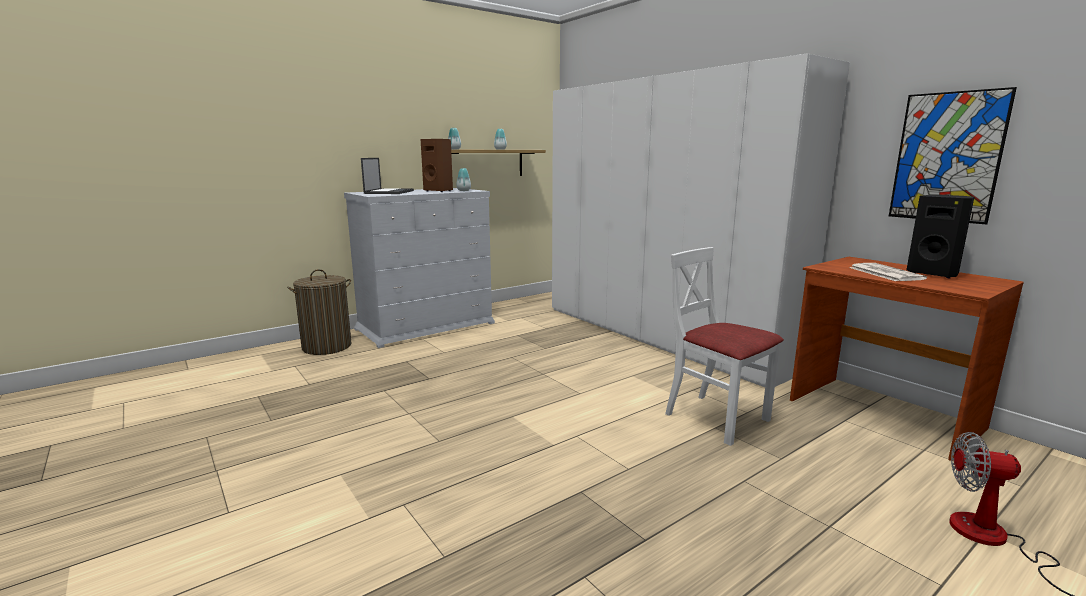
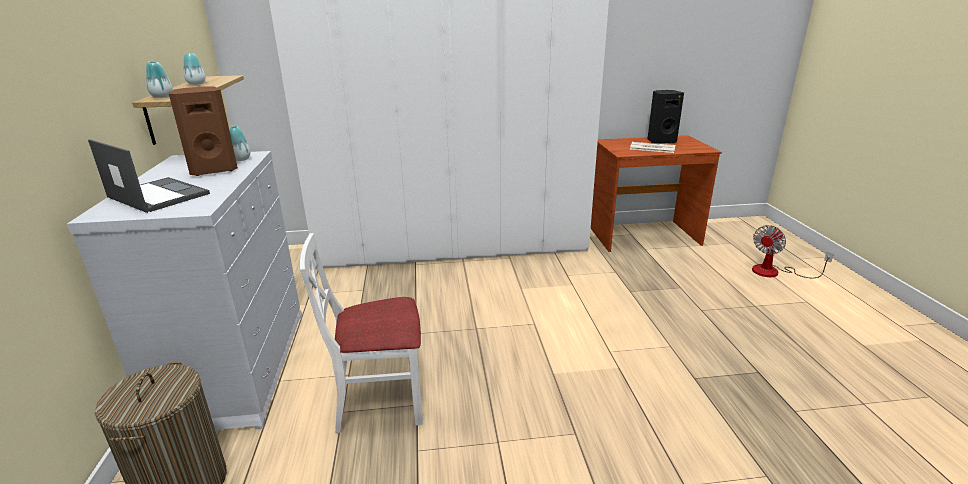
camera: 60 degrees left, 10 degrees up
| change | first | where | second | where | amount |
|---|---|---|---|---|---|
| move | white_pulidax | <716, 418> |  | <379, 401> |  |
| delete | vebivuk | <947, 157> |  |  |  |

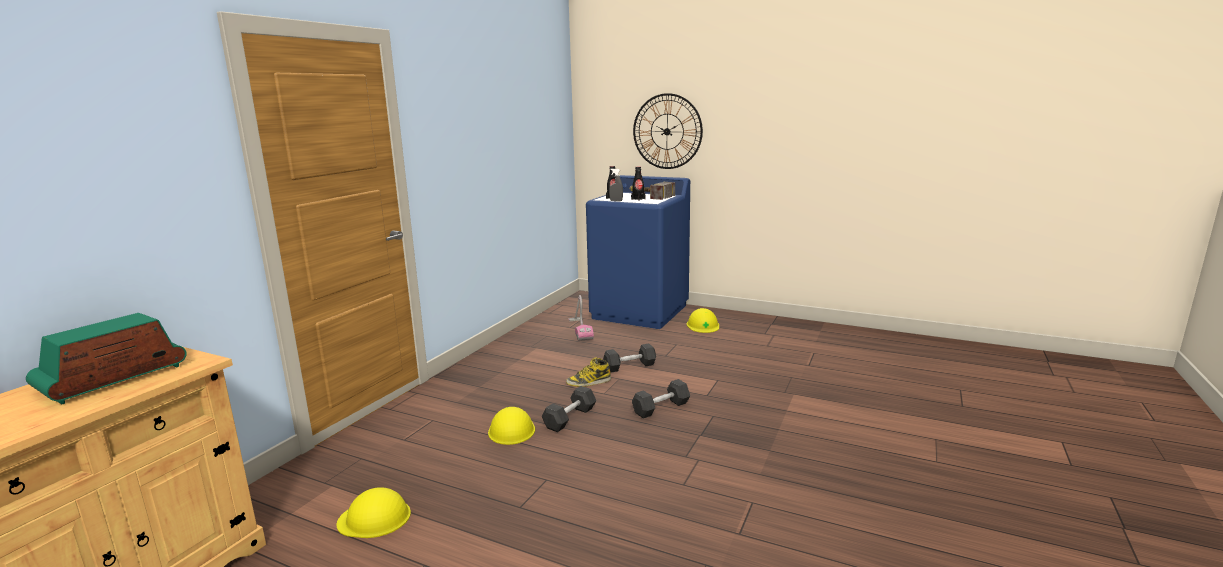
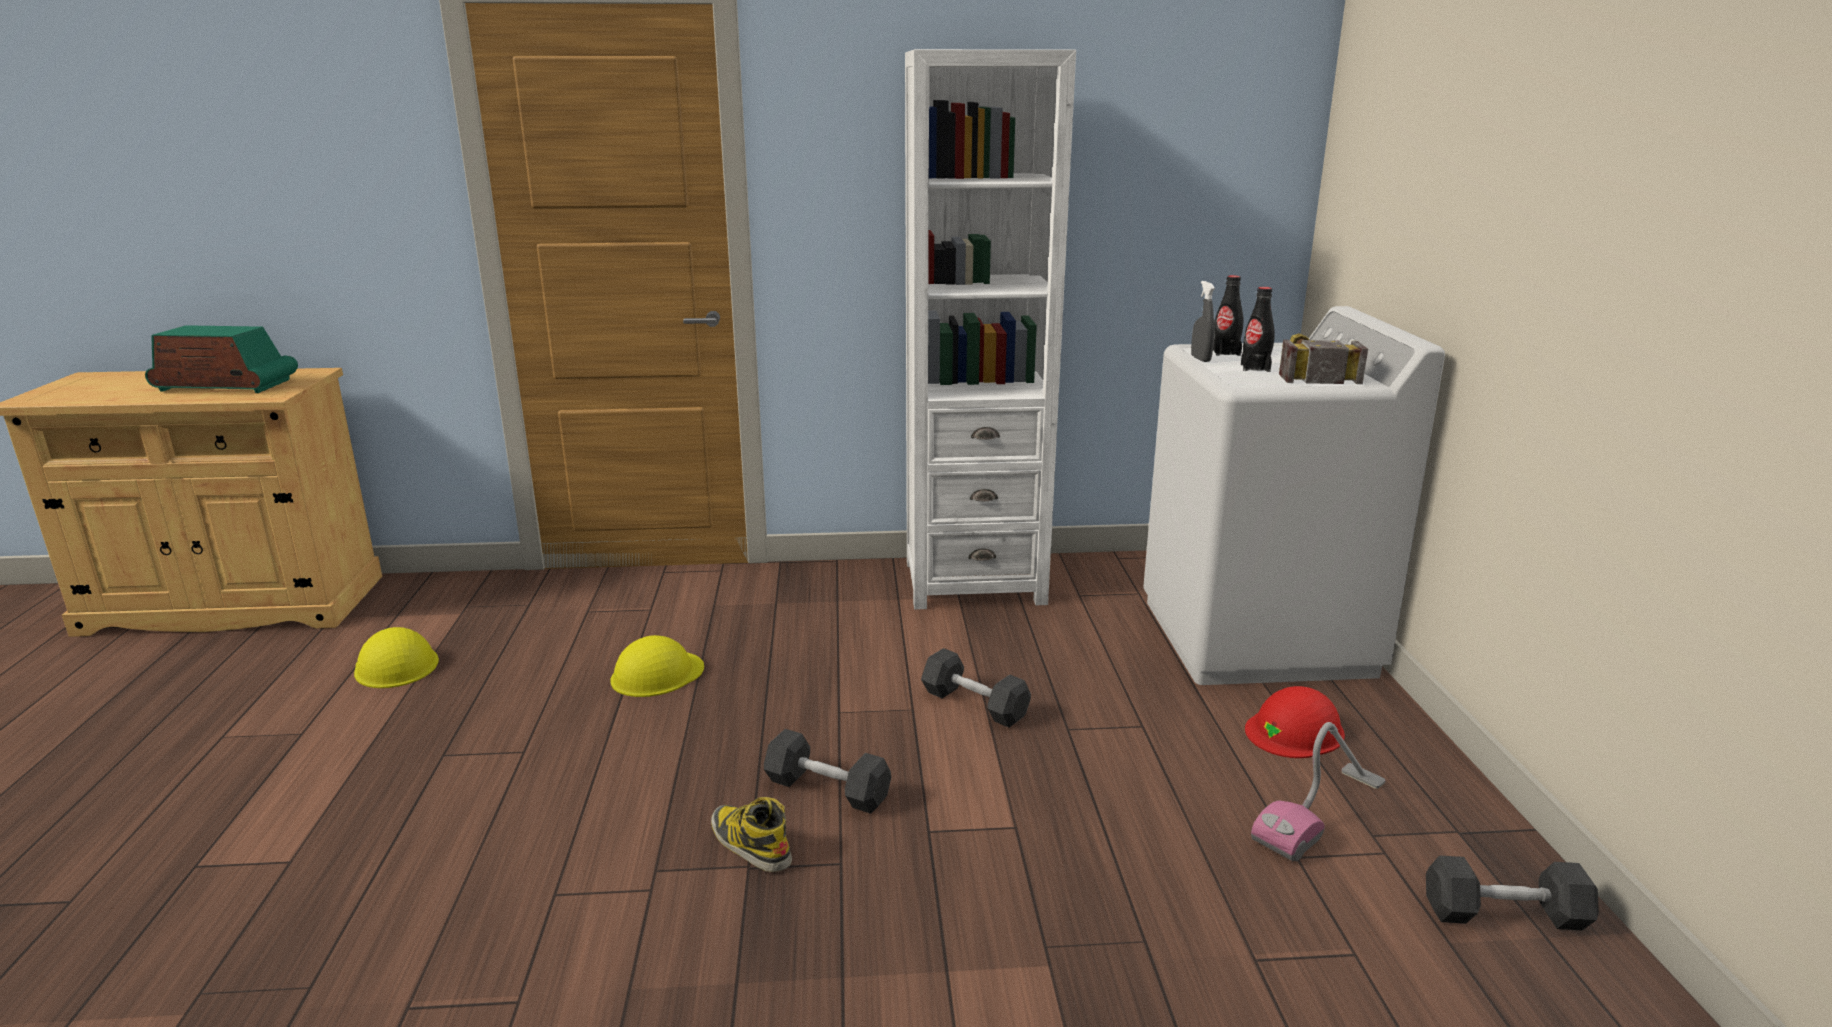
camera: 60 degrees right, 5 degrees up
| change | first | where | second | where | amount |
|---|---|---|---|---|---|
| move | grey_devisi | <570, 418> |  | <1504, 914> |  |
| move | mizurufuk | <588, 382> |  | <749, 844> |  |
| move | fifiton | <580, 329> |  | <1320, 813> |  |
| recolor | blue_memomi | <640, 312> | white_memomi | <1257, 637> |  |
| delete | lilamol | <667, 131> |  |  |  |
| recolor | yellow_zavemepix | <703, 325> | red_zavemepix | <1295, 731> |  |
| insert |  |  | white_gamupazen | <974, 582> |  |

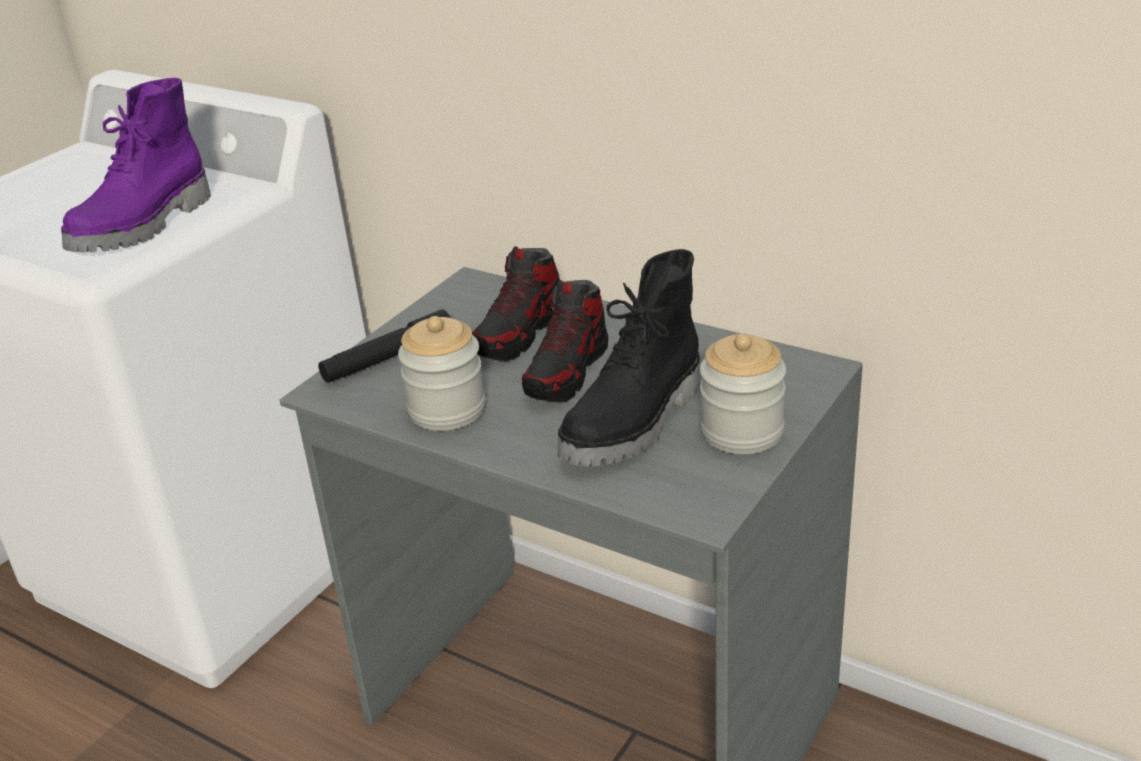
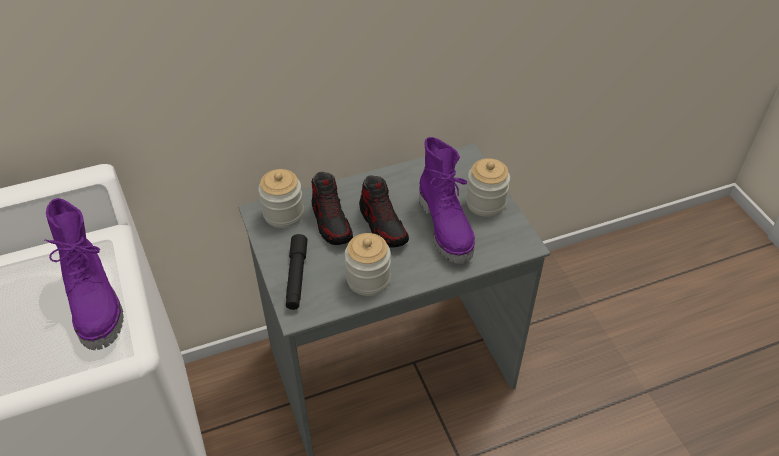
camera: 55 degrees left, 15 degrees up
| change | first | where | second | where | amount |
|---|---|---|---|---|---|
| recolor | black_mizurufuk | <636, 423> | purple_mizurufuk | <446, 227> |  |
| insert |  |  | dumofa | <283, 214> |  |

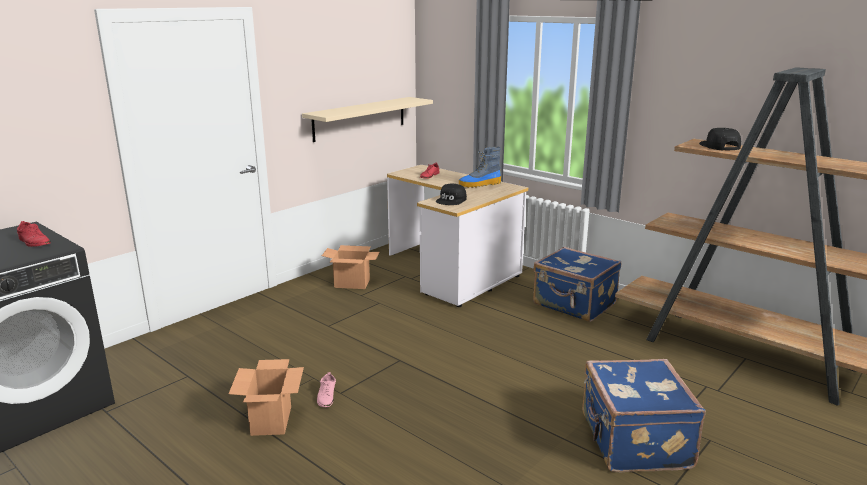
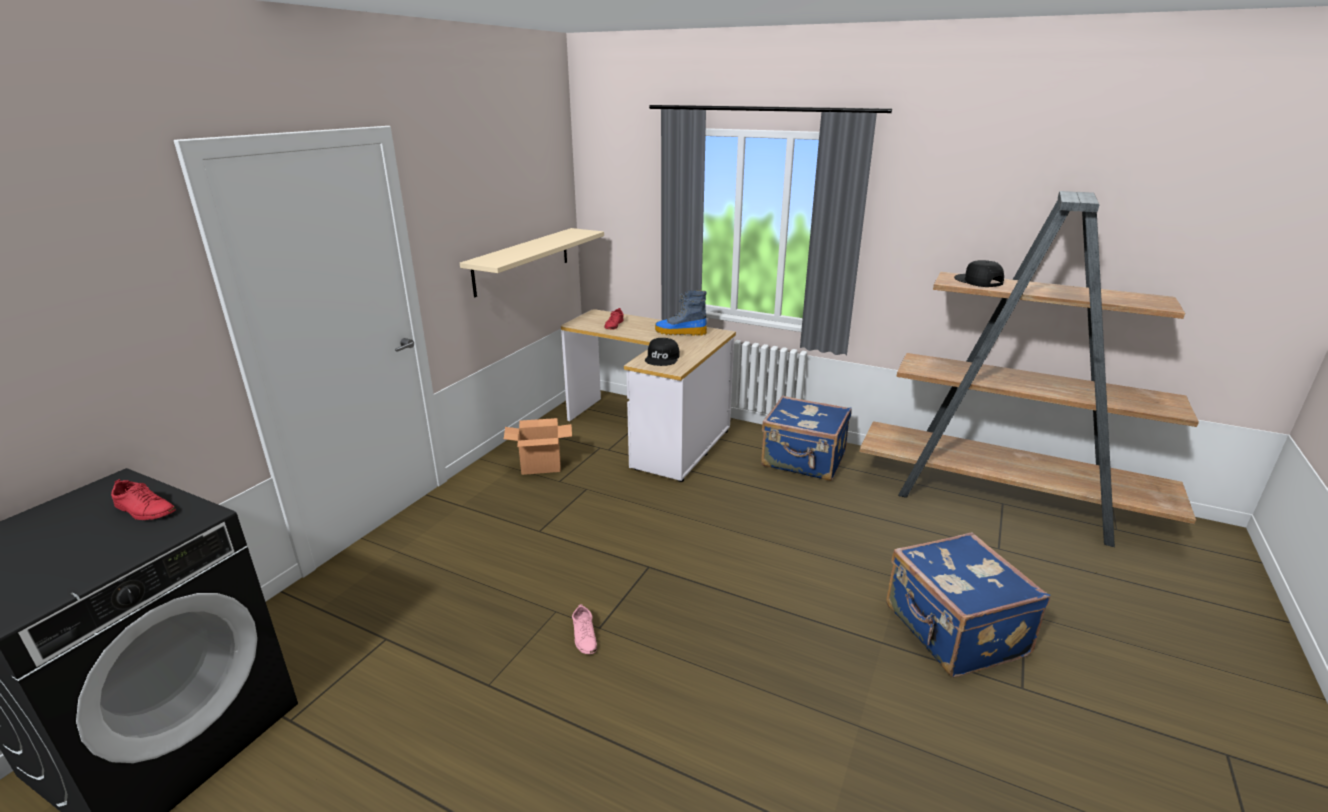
camera: 15 degrees left, 5 degrees up
| change | first | where | second | where | amount |
|---|---|---|---|---|---|
| delete | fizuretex | <271, 420> |  |  |  |
| rotate | mizurufuk | <479, 184> |  | <680, 332> | 45 degrees clockwise |

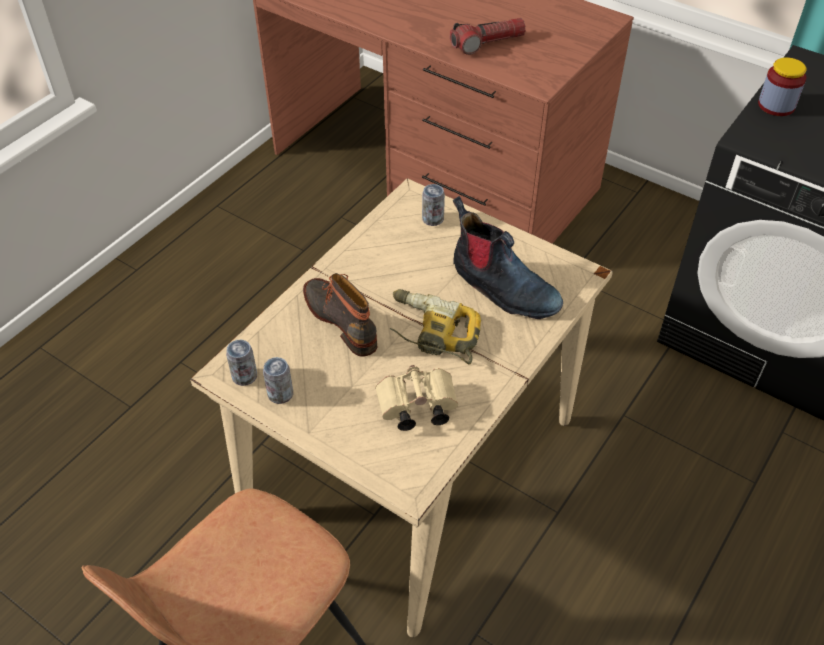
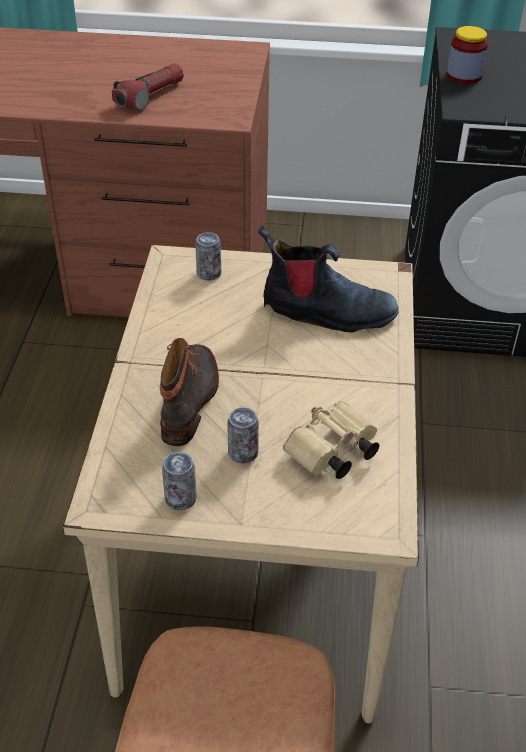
camera: 30 degrees left, 5 degrees down
| change | first | where | second | where | amount |
|---|---|---|---|---|---|
| move | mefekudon | <244, 376> |  | <243, 453> |  |
| rotate | mizurufuk | <342, 320> |  | <190, 400> | 75 degrees clockwise |
| delete | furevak | <431, 333> |  |  |  |

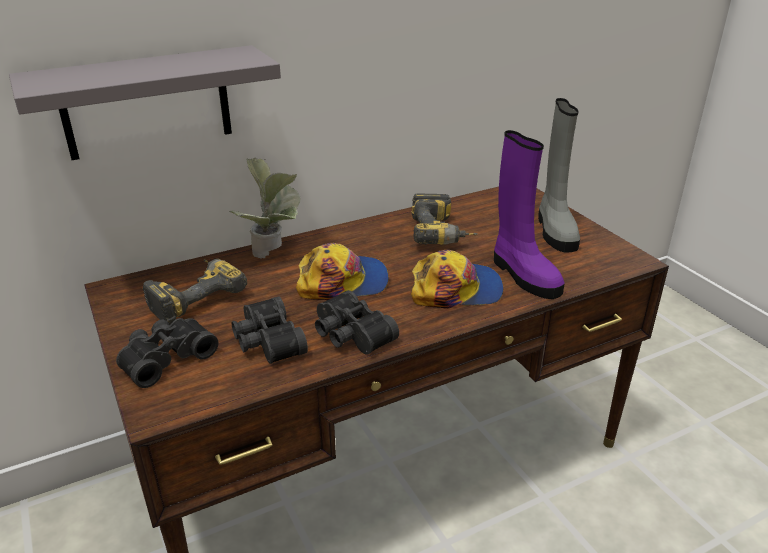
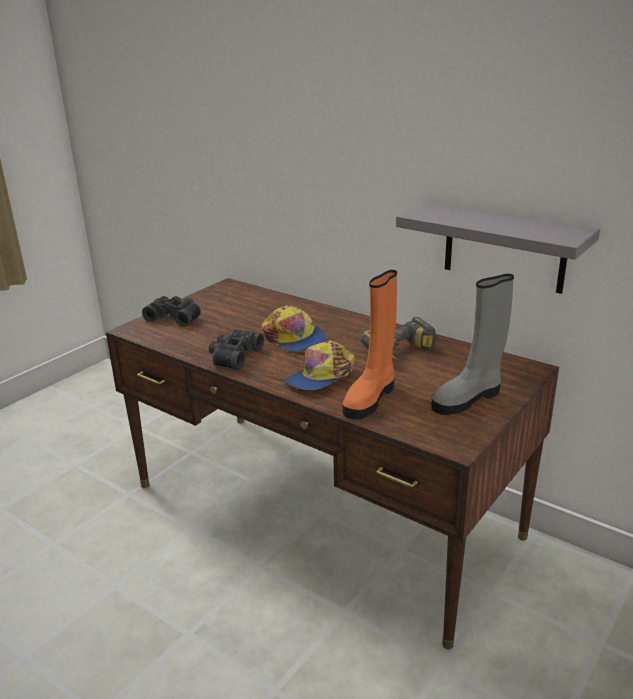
camera: 65 degrees right, 5 degrees down
| change | first | where | second | where | amount |
|---|---|---|---|---|---|
| move | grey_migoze | <147, 103> |  | <504, 247> |  |
| delete | furevak | <194, 297> |  |  |  |
| delete | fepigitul | <274, 254> |  |  |  |
| delete | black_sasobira | <266, 341> |  |  |  |
| rotate | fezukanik | <456, 289> |  | <321, 377> | 75 degrees clockwise |
| recolor | purple_mizurufuk | <523, 275> | orange_mizurufuk | <370, 398> |  |

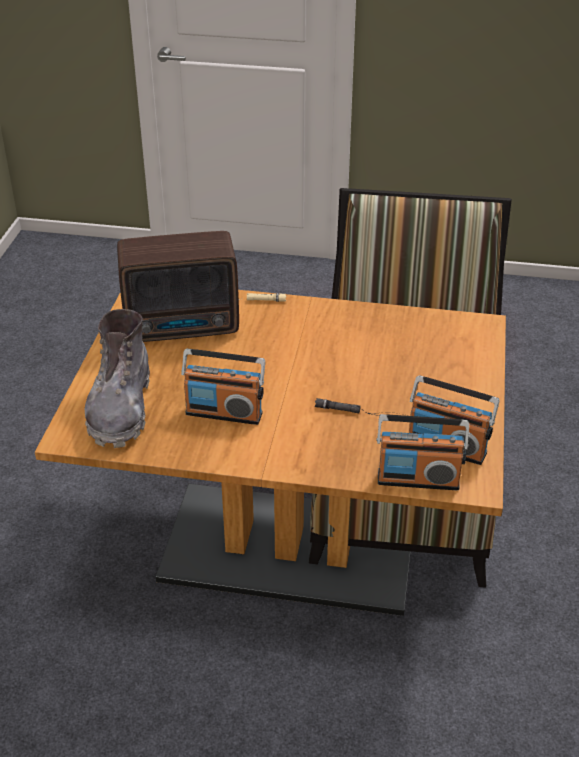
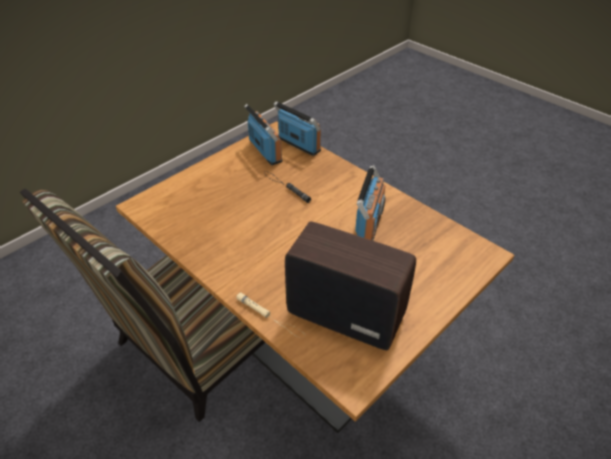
camera: 145 degrees left, 5 degrees up
| change | first | where | second | where | amount |
|---|---|---|---|---|---|
| delete | grey_mizurufuk | <121, 408> |  |  |  |
| rotate | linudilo | <224, 413> |  | <369, 223> | 60 degrees clockwise |

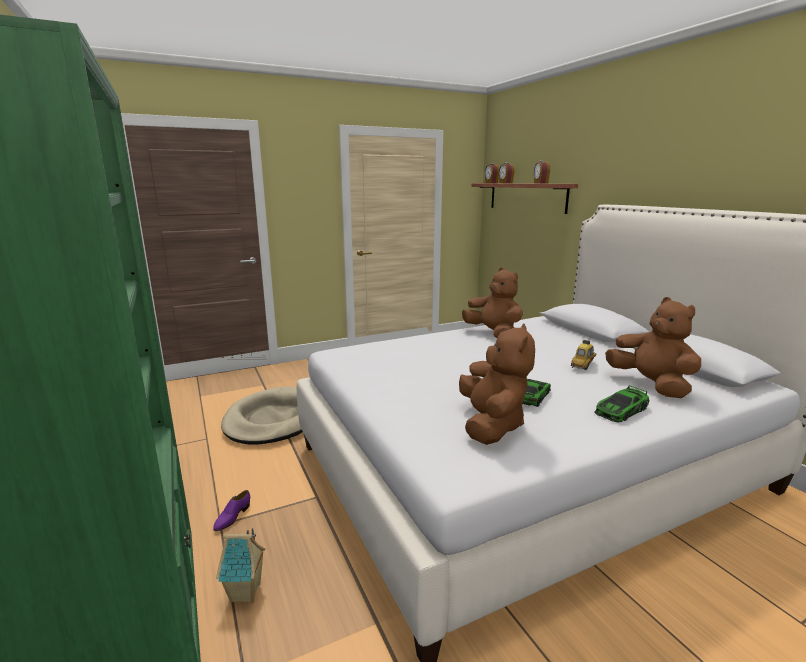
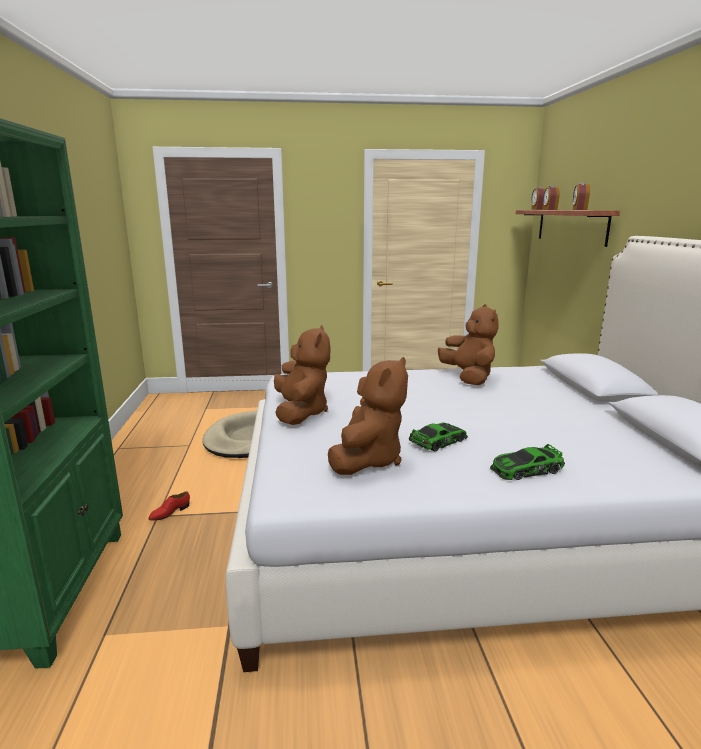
camera: 20 degrees right, 0 degrees up
| change | first | where | second | where | amount |
|---|---|---|---|---|---|
| recolor | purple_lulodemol | <232, 517> | red_lulodemol | <169, 512> |  |
| delete | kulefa | <246, 593> |  |  |  |
| delete | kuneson | <583, 365> |  |  |  |
| move | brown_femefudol | <651, 385> |  | <301, 413> |  |

